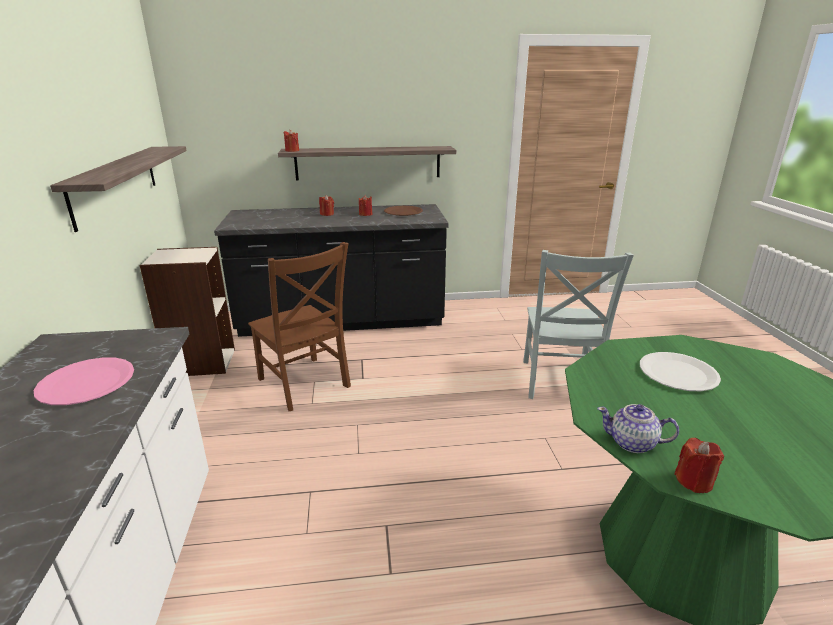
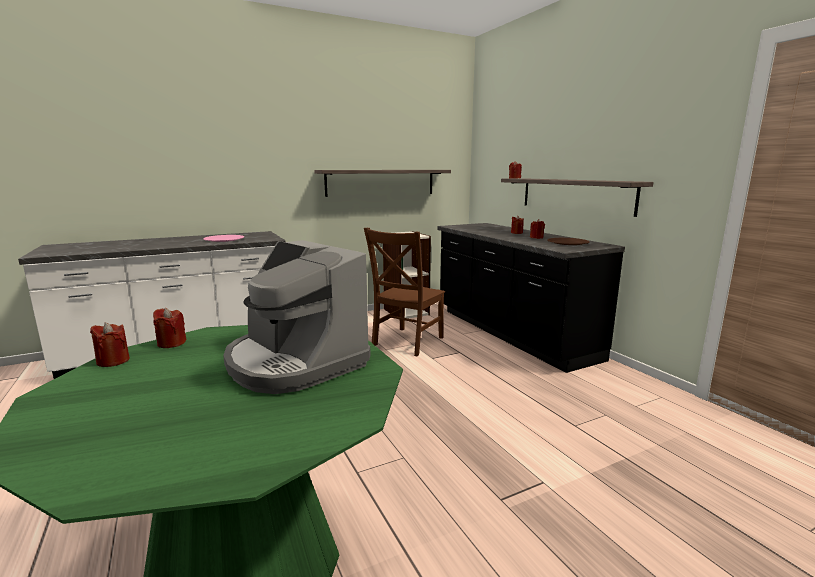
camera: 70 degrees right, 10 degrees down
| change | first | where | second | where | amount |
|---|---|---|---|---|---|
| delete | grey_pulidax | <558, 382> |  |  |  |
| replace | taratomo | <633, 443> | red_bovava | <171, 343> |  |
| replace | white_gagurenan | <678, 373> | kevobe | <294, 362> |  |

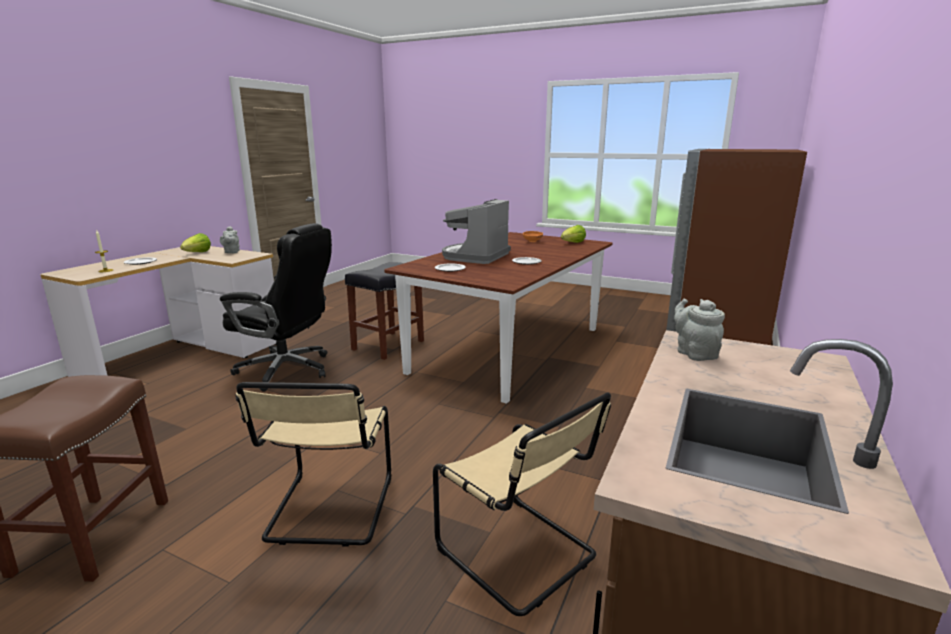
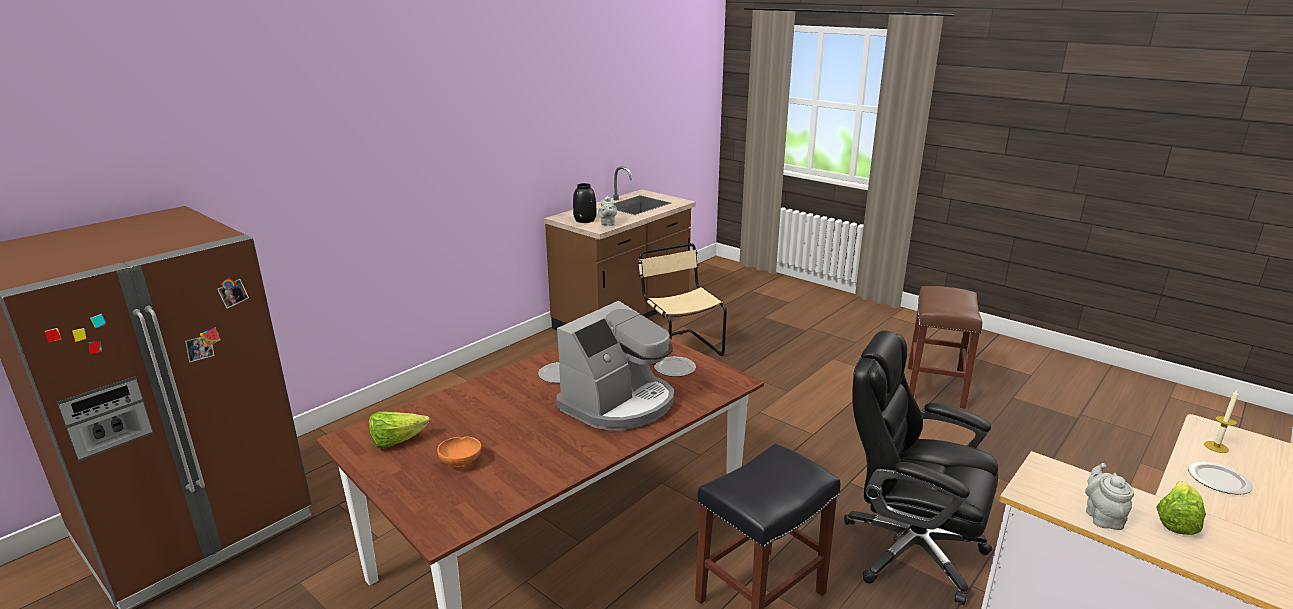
camera: 165 degrees left, 5 degrees up
| change | first | where | second | where | amount |
|---|---|---|---|---|---|
| delete | beige_pulidax | <329, 511> |  |  |  |
| insert |  |  | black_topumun | <585, 220> |  |

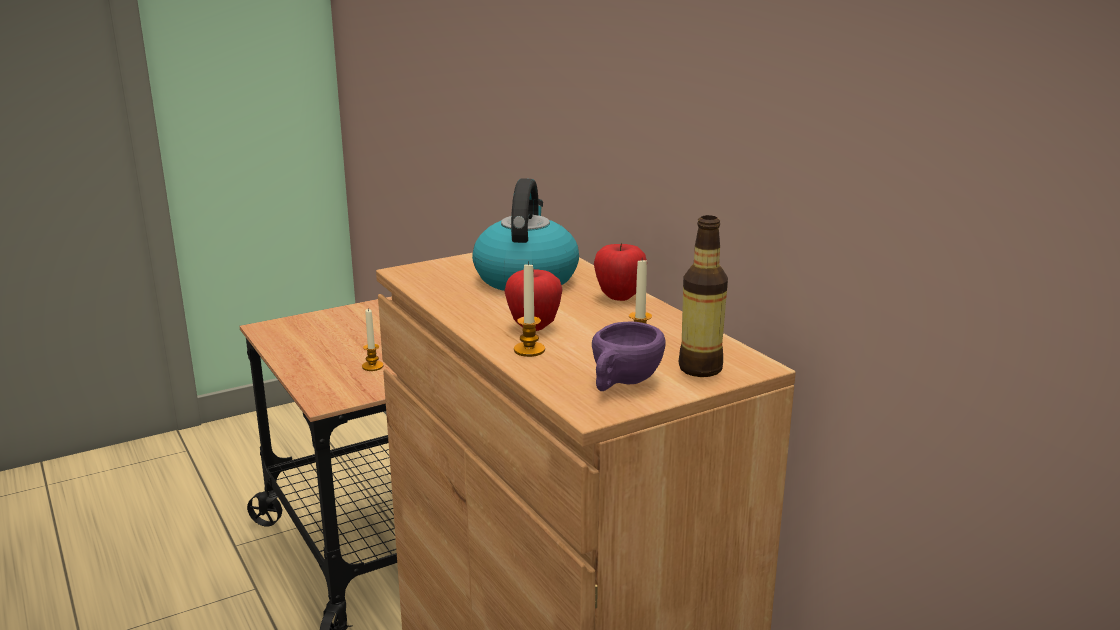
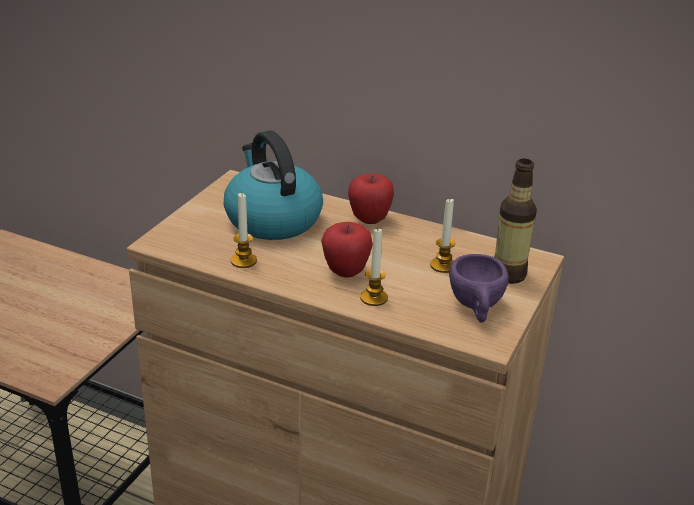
camera: 35 degrees left, 10 degrees up
| change | first | where | second | where | amount |
|---|---|---|---|---|---|
| move | bovava | <372, 366> |  | <243, 261> |  |

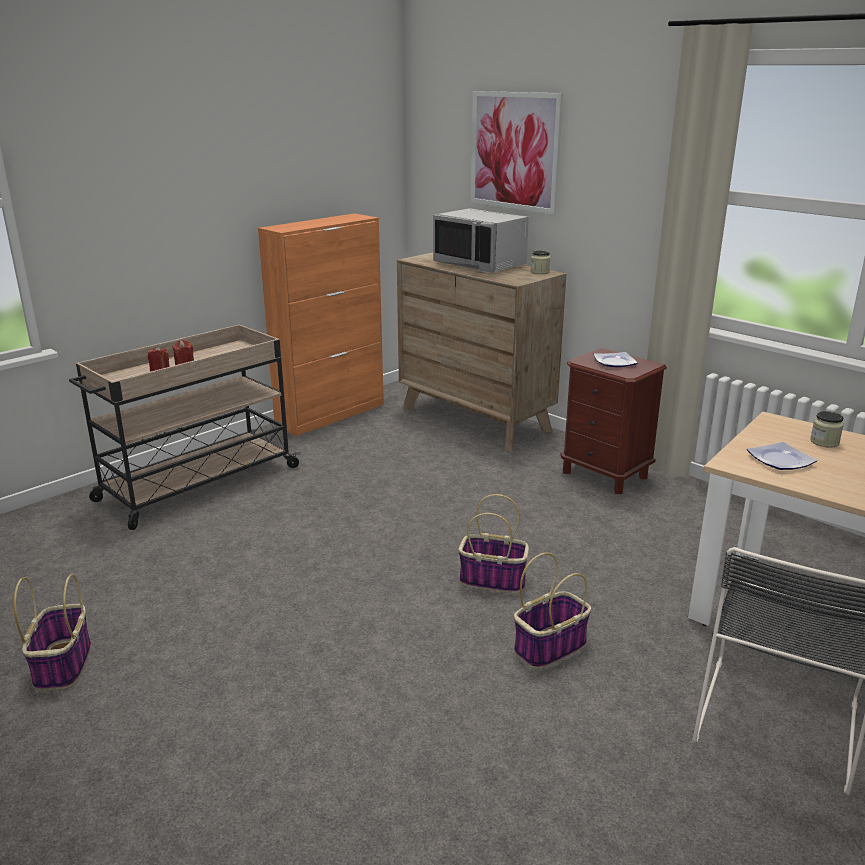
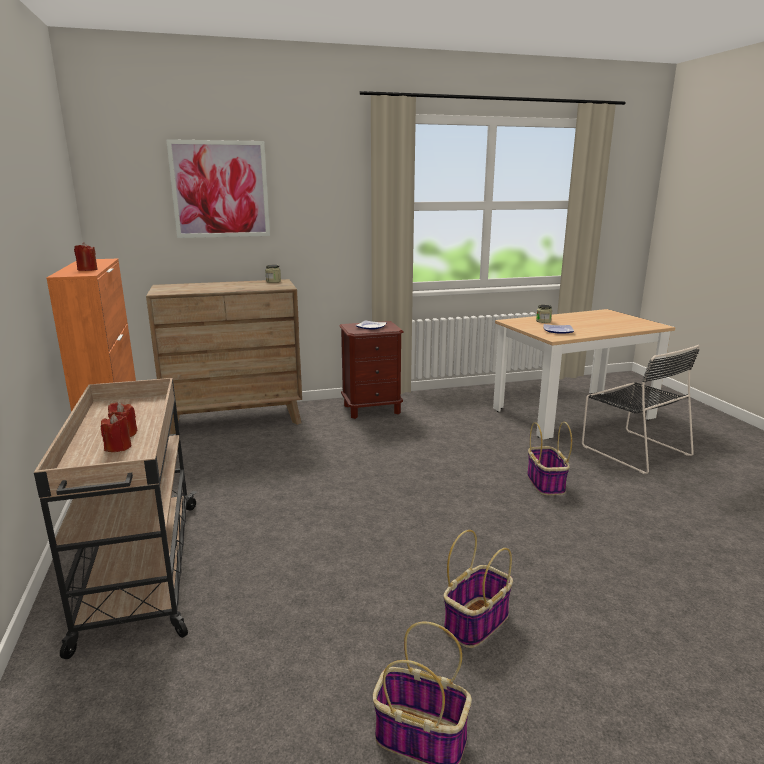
camera: 60 degrees left, 5 degrees down
| change | first | where | second | where | amount |
|---|---|---|---|---|---|
| delete | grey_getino | <481, 264> |  |  |  |
| move | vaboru | <494, 580> |  | <476, 621> |  |
| insert |  |  | red_bovava | <87, 270> |  |

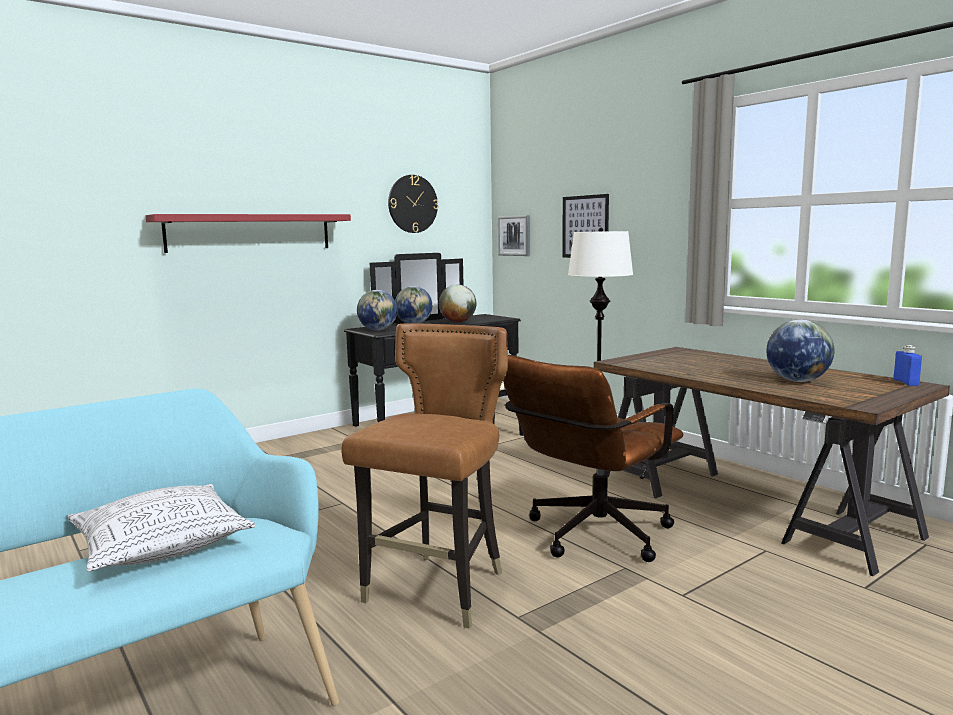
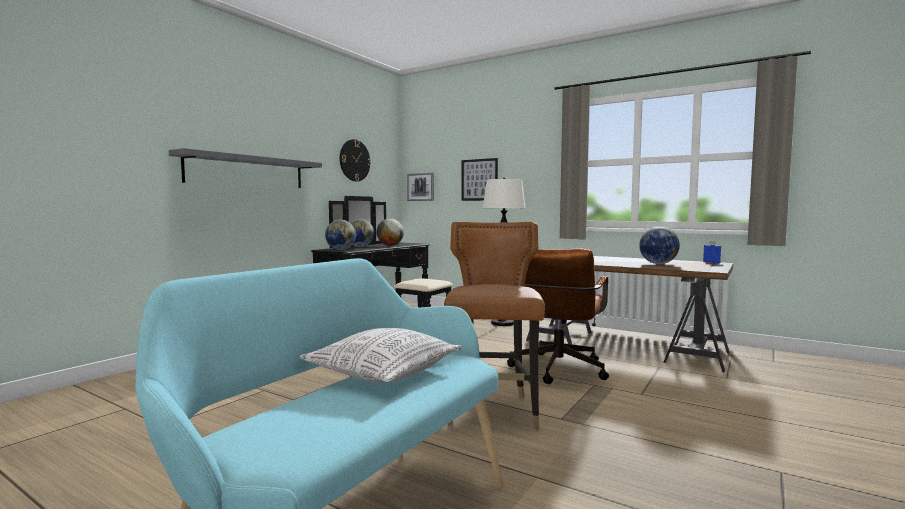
camera: 20 degrees left, 5 degrees down
| change | first | where | second | where | amount |
|---|---|---|---|---|---|
| recolor | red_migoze | <250, 232> | grey_migoze | <247, 171> |  |

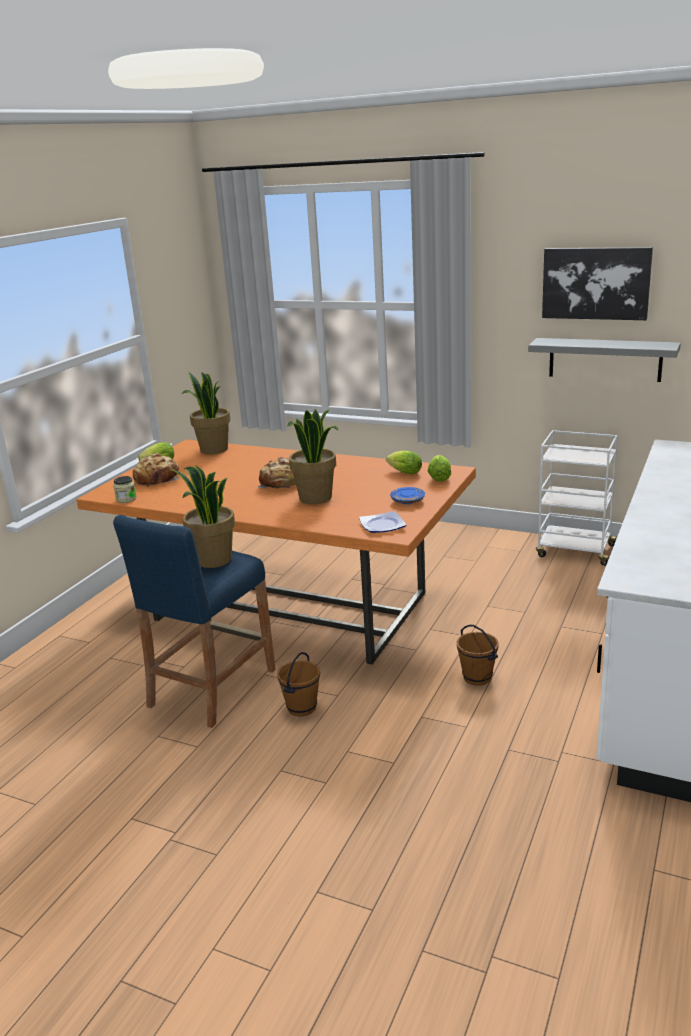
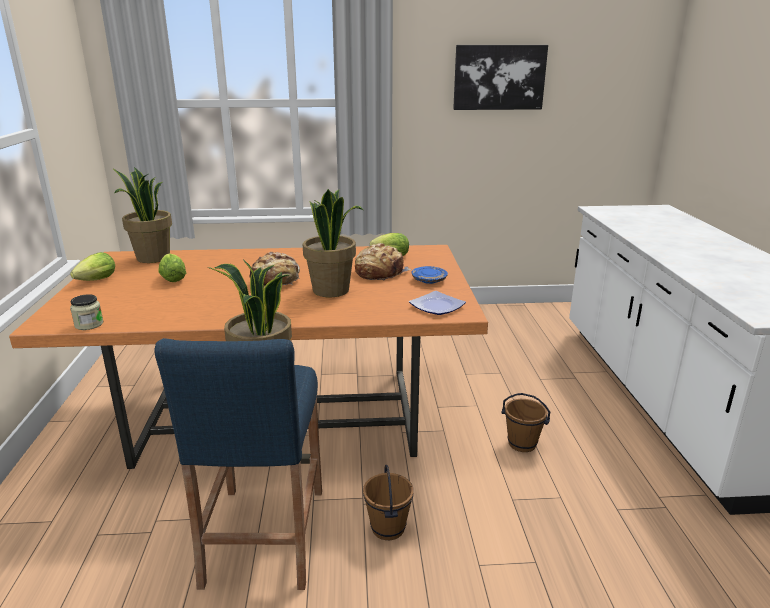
camera: 30 degrees left, 0 degrees up
| change | first | where | second | where | amount |
|---|---|---|---|---|---|
| move | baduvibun | <157, 479> |  | <379, 272> |  |
| move | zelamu | <439, 477> |  | <172, 278> |  |
| delete | grey_migoze | <604, 359> |  |  |  |
| delete | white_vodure | <574, 551> |  |  |  |

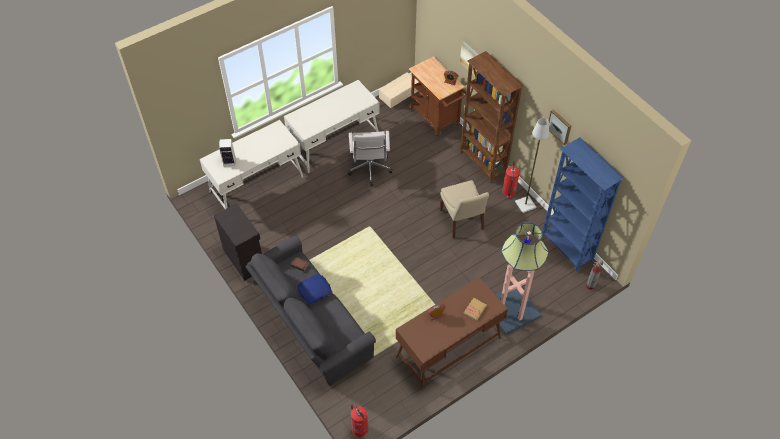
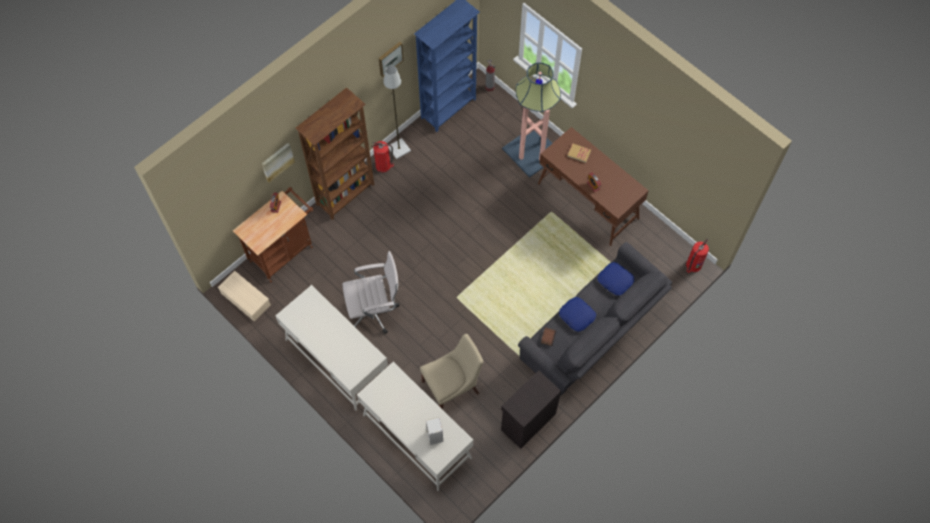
camera: 100 degrees left, 10 degrees up
| change | first | where | second | where | amount |
|---|---|---|---|---|---|
| move | beige_pulidax | <462, 221> |  | <452, 386> |  |
| insert |  |  | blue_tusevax | <615, 280> |  |

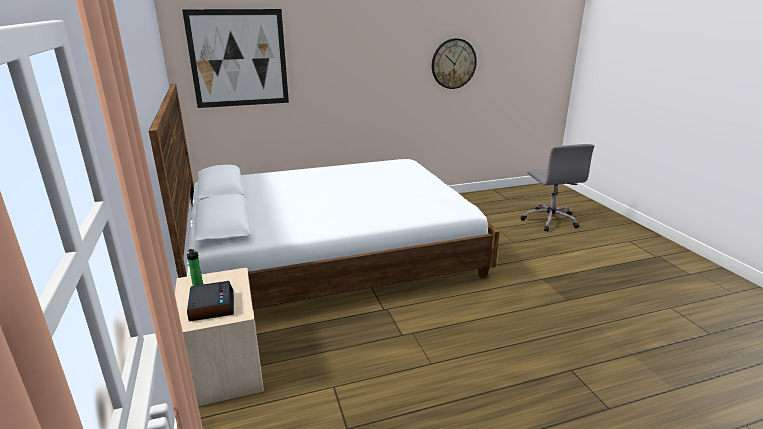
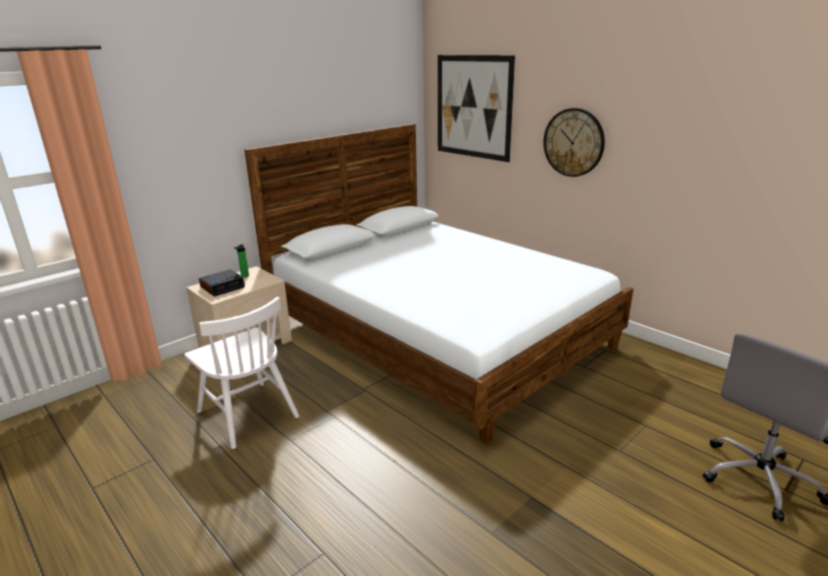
camera: 65 degrees right, 0 degrees up
| change | first | where | second | where | amount |
|---|---|---|---|---|---|
| move | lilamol | <453, 63> |  | <573, 142> |  |
| insert |  |  | white_pulidax | <247, 414> |  |

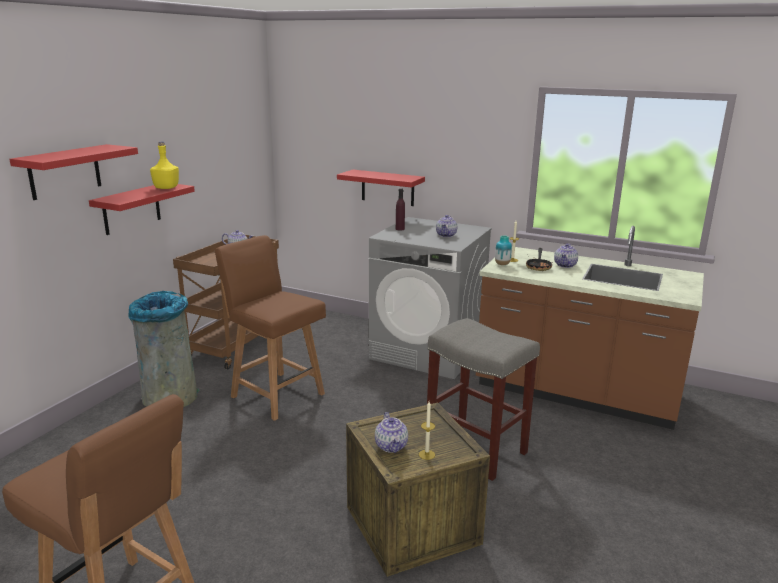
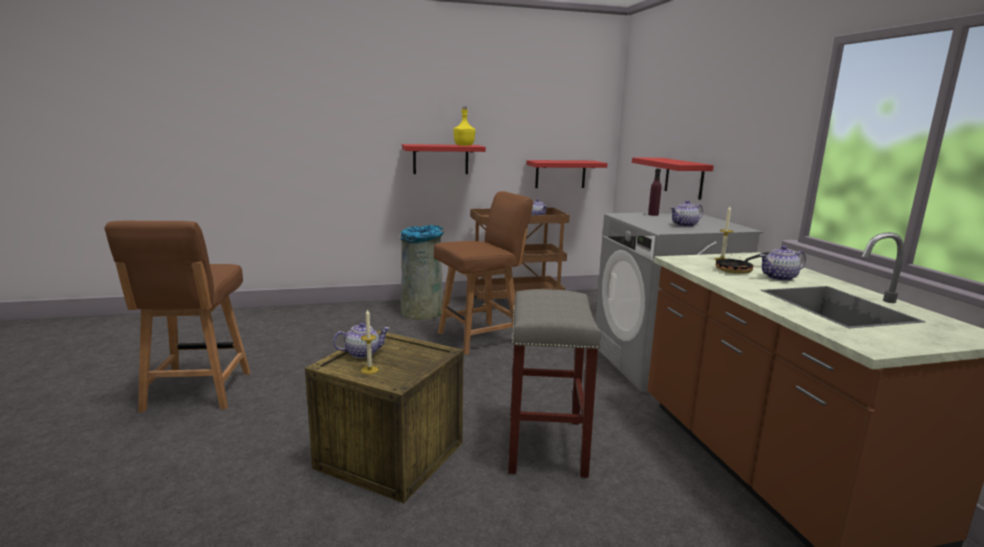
camera: 50 degrees right, 5 degrees down
| change | first | where | second | where | amount |
|---|---|---|---|---|---|
| move | red_migoze | <65, 172> |  | <560, 174> |  |
| rotate | brown_pulidax | <276, 394> |  | <480, 337> | 60 degrees clockwise |
| rotate | taratomo | <391, 446> |  | <363, 353> | 150 degrees counterclockwise |
| delete | topumun | <502, 264> |  |  |  |

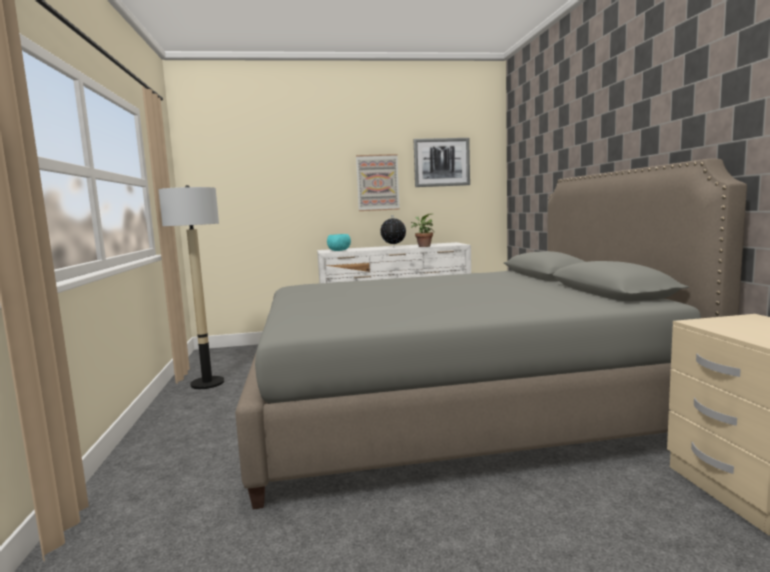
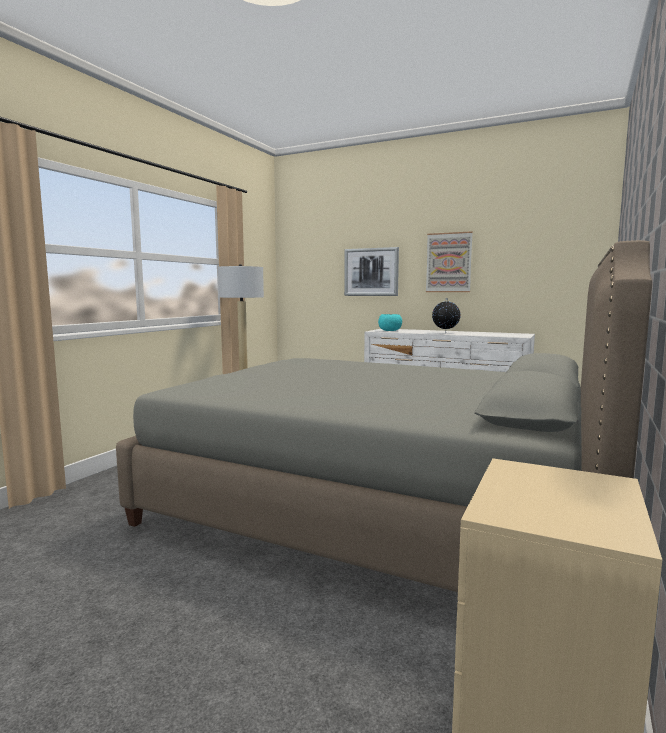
camera: 35 degrees right, 0 degrees up
| change | first | where | second | where | amount |
|---|---|---|---|---|---|
| delete | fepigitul | <423, 246> |  |  |  |
| move | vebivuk | <441, 162> |  | <371, 272> |  |

